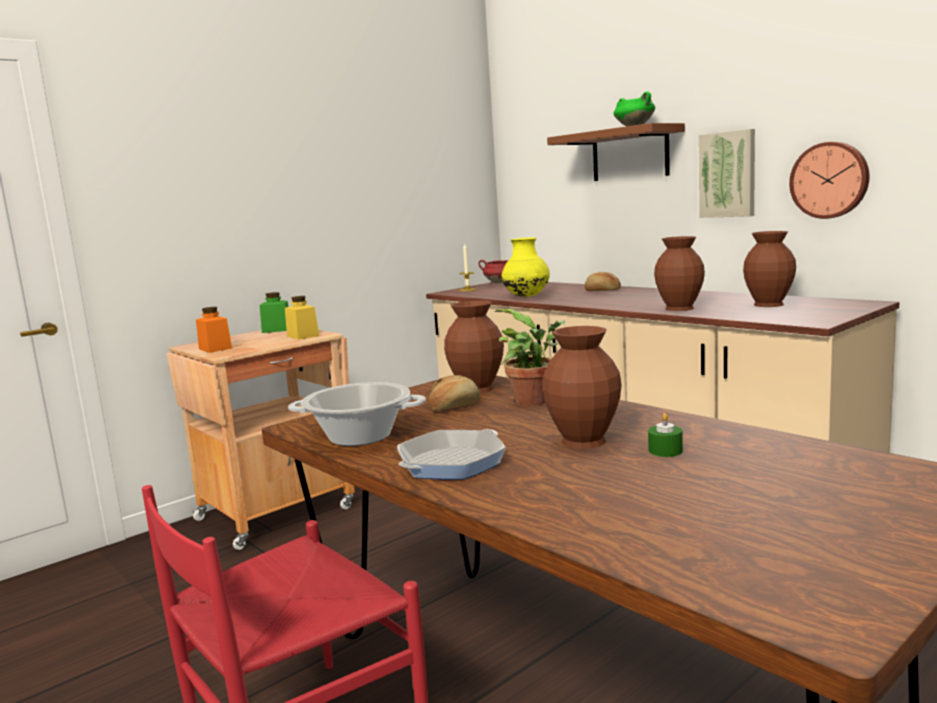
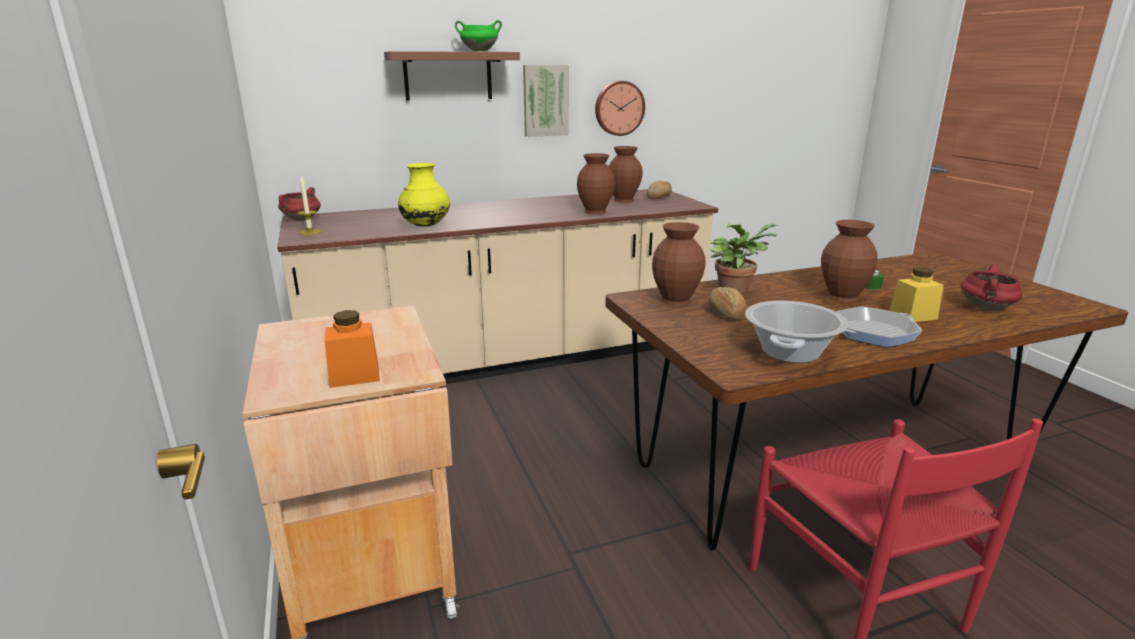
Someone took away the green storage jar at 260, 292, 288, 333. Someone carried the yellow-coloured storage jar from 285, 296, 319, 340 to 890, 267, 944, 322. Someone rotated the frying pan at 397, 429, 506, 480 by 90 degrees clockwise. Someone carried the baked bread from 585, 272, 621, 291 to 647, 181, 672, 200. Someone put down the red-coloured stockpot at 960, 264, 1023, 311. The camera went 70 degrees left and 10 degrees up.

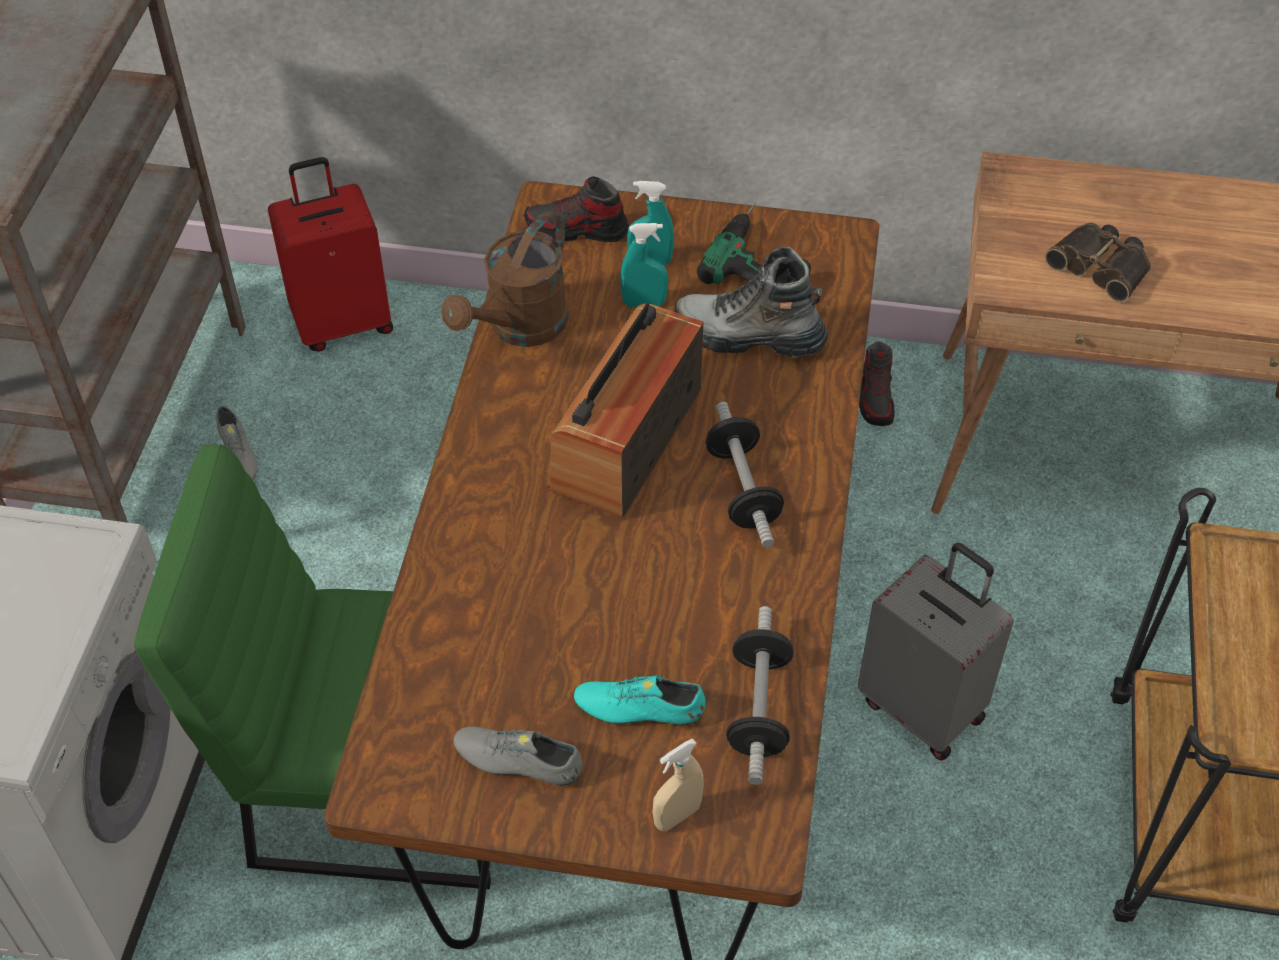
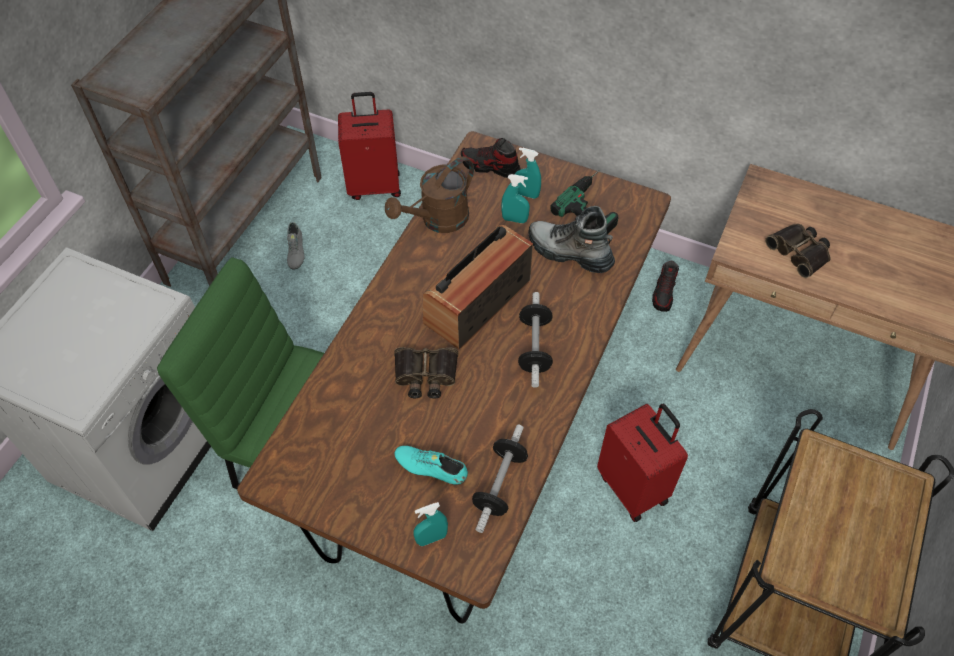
Someone took away the gray low shoe at 453, 726, 583, 786. Someone repainted the beige spray bottle at 653, 738, 704, 831, which became the blue-green spray bottle at 414, 502, 448, 546. Someone repainted the gray piece of luggage at 858, 542, 1014, 761, which became the red-coloured piece of luggage at 597, 404, 688, 522. Someone put down the binoculars at 394, 347, 458, 399. The camera went 15 degrees right and 5 degrees up.

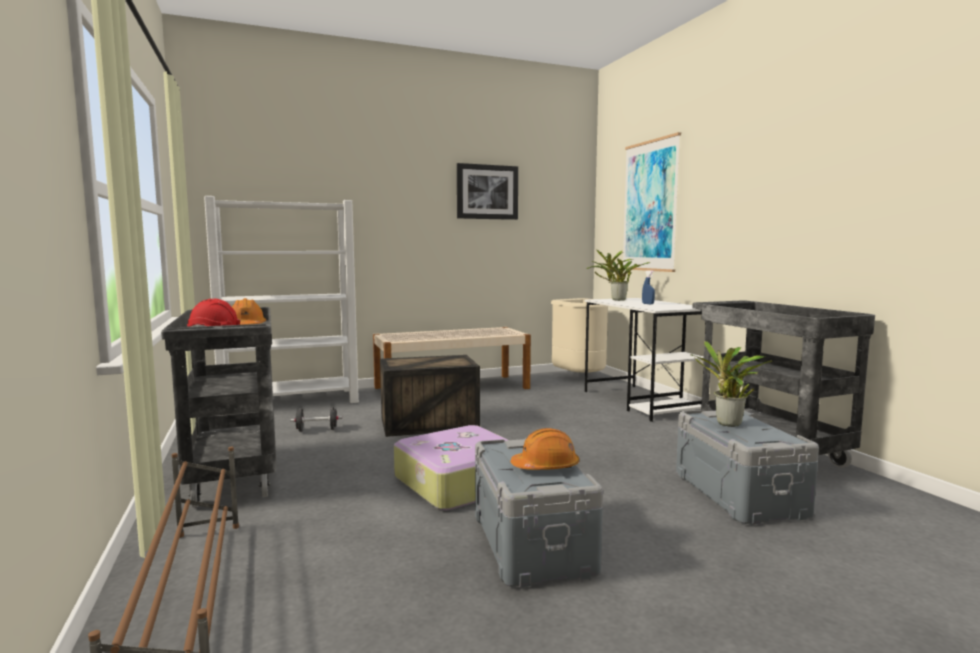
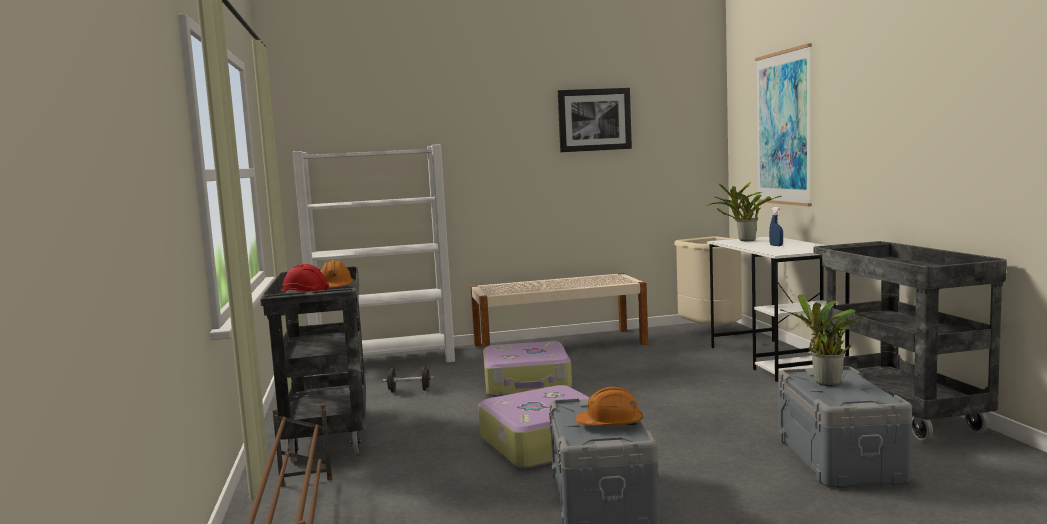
Someone swapped the crate at 380, 355, 480, 437 for the piece of luggage at 483, 341, 572, 397. The camera went 10 degrees right and 0 degrees up.

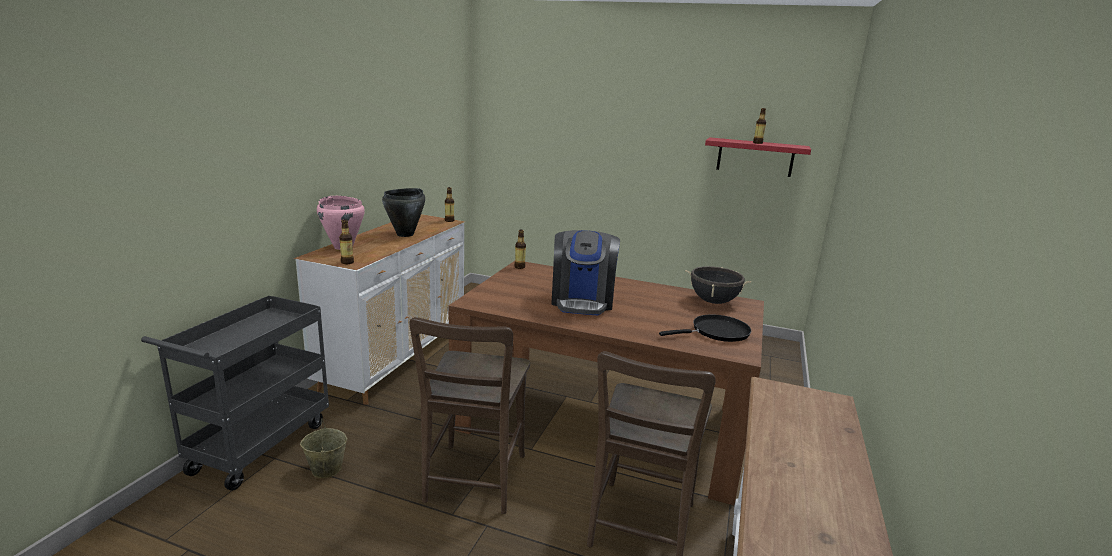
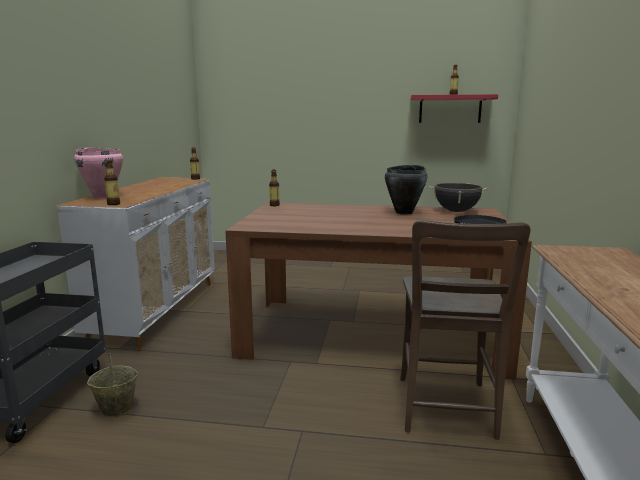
Someone carried the black-coloured stockpot from 382, 188, 425, 237 to 385, 165, 427, 215. Someone took away the brownish upright chair at 409, 317, 530, 514. Someone took away the coffee brewer at 551, 230, 620, 315. The camera went 10 degrees left and 5 degrees down.

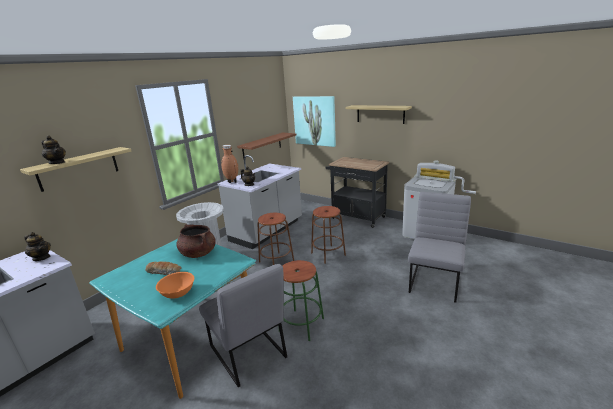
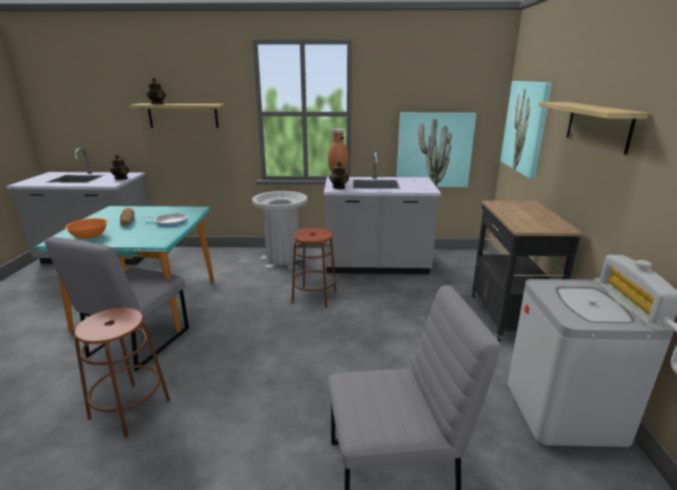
Someone swapped the brownish stockpot at 176, 224, 216, 258 for the frying pan at 141, 213, 187, 227. Someone swapped the brownish bracket shelf at 237, 132, 296, 159 for the wall picture at 397, 113, 477, 187. Someone took away the green stool at 279, 260, 324, 341. Someone carried the brownish stool from 311, 206, 346, 264 to 75, 308, 170, 438. The camera went 55 degrees right and 0 degrees up.

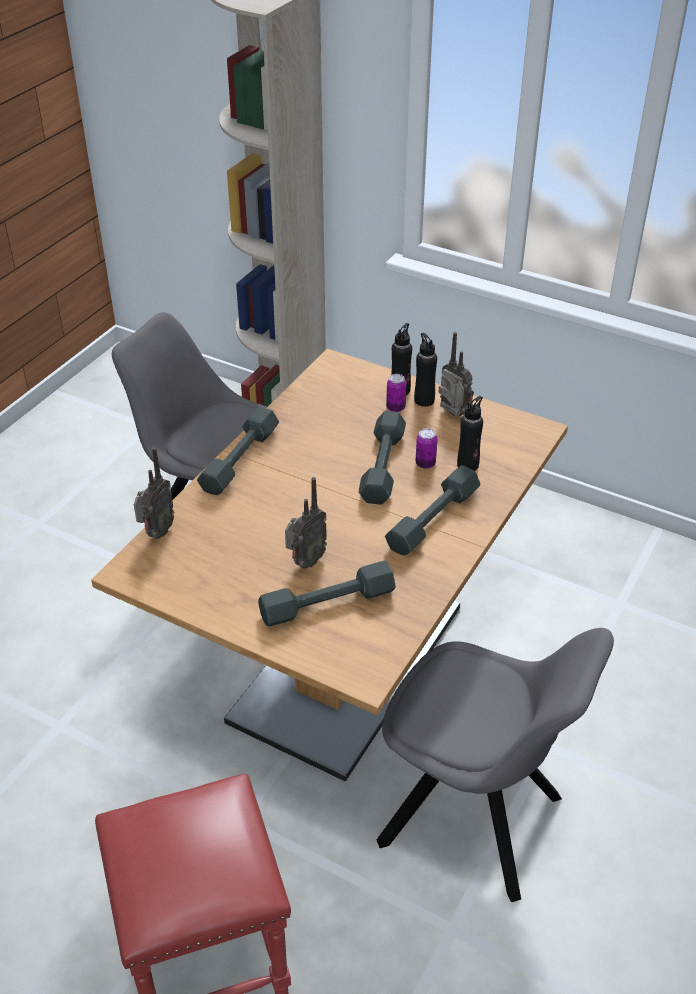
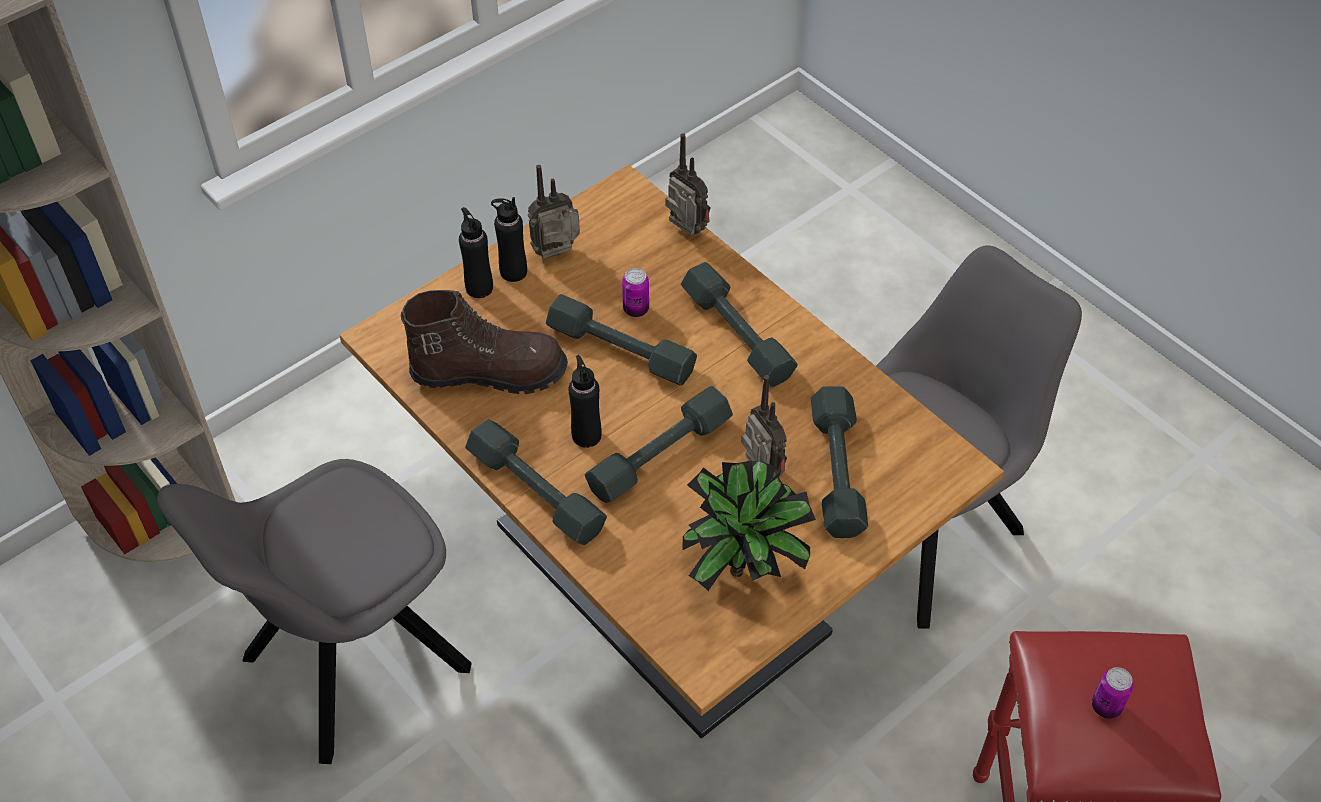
Someone carried the radio from 134, 447, 174, 539 to 665, 133, 711, 236. Someone carried the sealed can from 386, 374, 407, 412 to 1092, 667, 1133, 719. Someone carried the black-coloured bottle from 457, 396, 483, 471 to 568, 355, 602, 448. Someone put down the brownish boot at 401, 290, 568, 394. Someone put down the gray hand weight at 585, 386, 733, 503. Someone put down the potted plant at 683, 461, 816, 591. The camera went 70 degrees left and 10 degrees up.

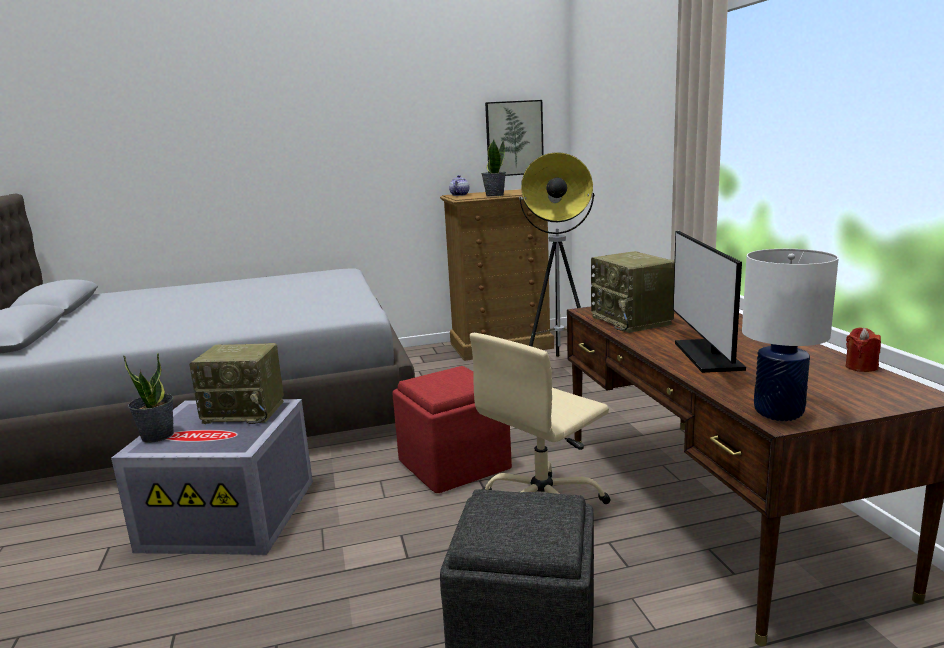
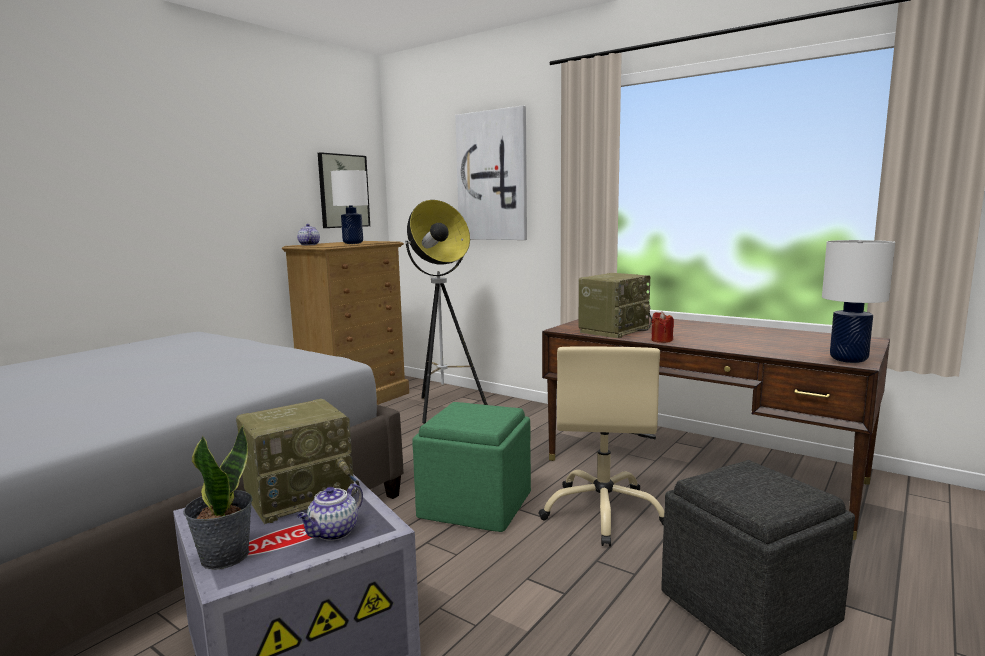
Someone repainted the red-coloured pouffe at 393, 366, 512, 493, which became the green pouffe at 412, 402, 531, 532. Someone swapped the potted plant at 481, 140, 506, 197 for the white table lamp at 331, 170, 368, 244. Someone rotated the radio at 591, 251, 675, 333 by 75 degrees counterclockwise. Someone took away the computer display at 673, 231, 746, 373. Someone carried the red-coloured wax light from 846, 327, 881, 372 to 652, 311, 674, 343. Someone put down the teapot at 297, 484, 363, 541. Someone put up the wall picture at 455, 105, 527, 240. The camera went 40 degrees left and 5 degrees down.

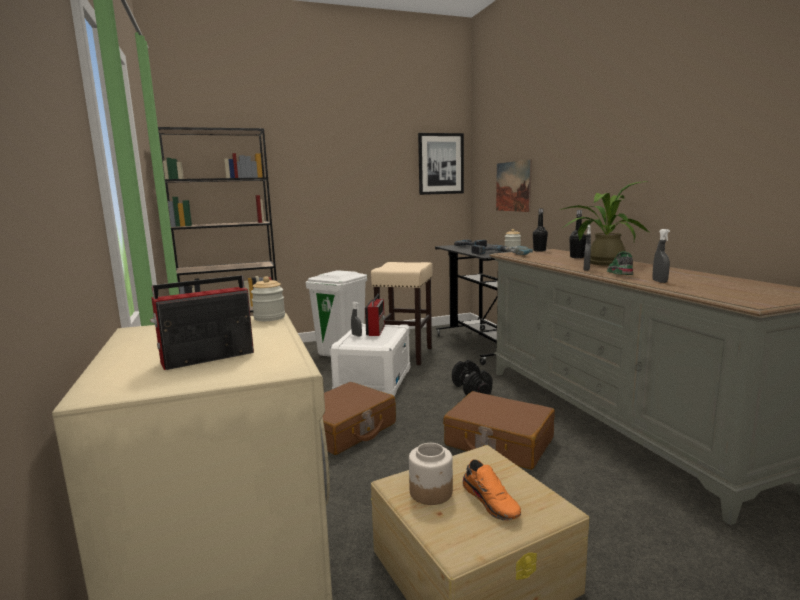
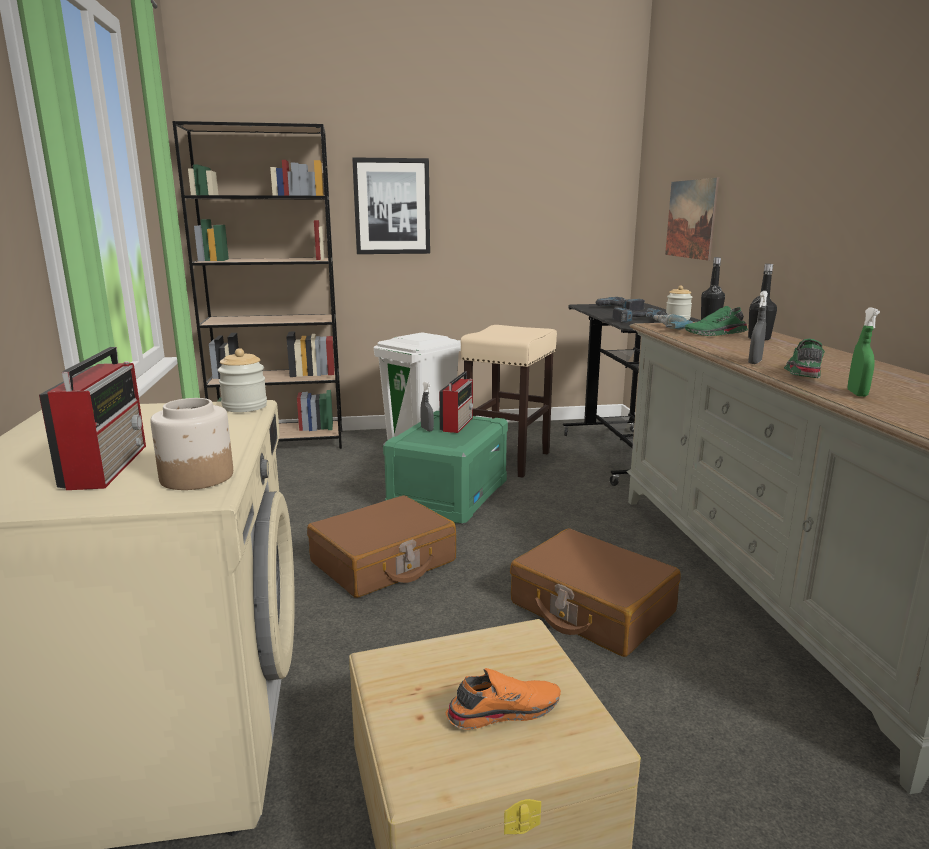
Someone rotated the radio at 150, 275, 254, 370 by 105 degrees clockwise. Someone repainted the white storage box at 330, 323, 410, 396, which became the green storage box at 383, 411, 508, 525. Someone carried the storage jar from 409, 443, 453, 505 to 150, 398, 233, 490. Someone carried the wall picture from 418, 133, 464, 195 to 352, 157, 430, 254. Someone took away the black-coloured hand weight at 452, 360, 492, 395. Someone rotated the orange-coloured low shoe at 462, 459, 521, 521 by 90 degrees counterclockwise. Someone took away the potted plant at 560, 181, 651, 266. Someone repainted the gray spray bottle at 653, 229, 670, 283, which became the green spray bottle at 848, 307, 880, 397. Someone put down the green low shoe at 685, 306, 748, 336. The camera went 10 degrees right and 5 degrees up.

